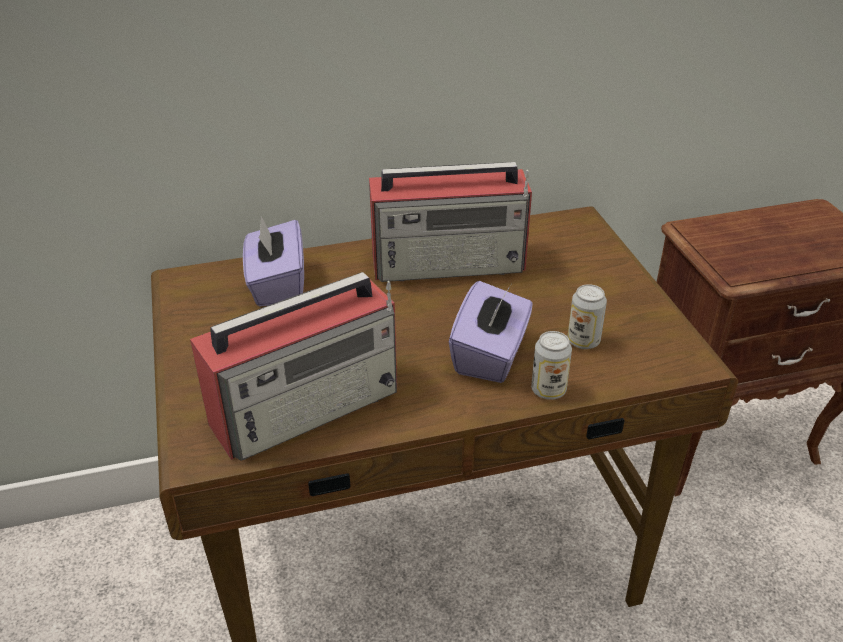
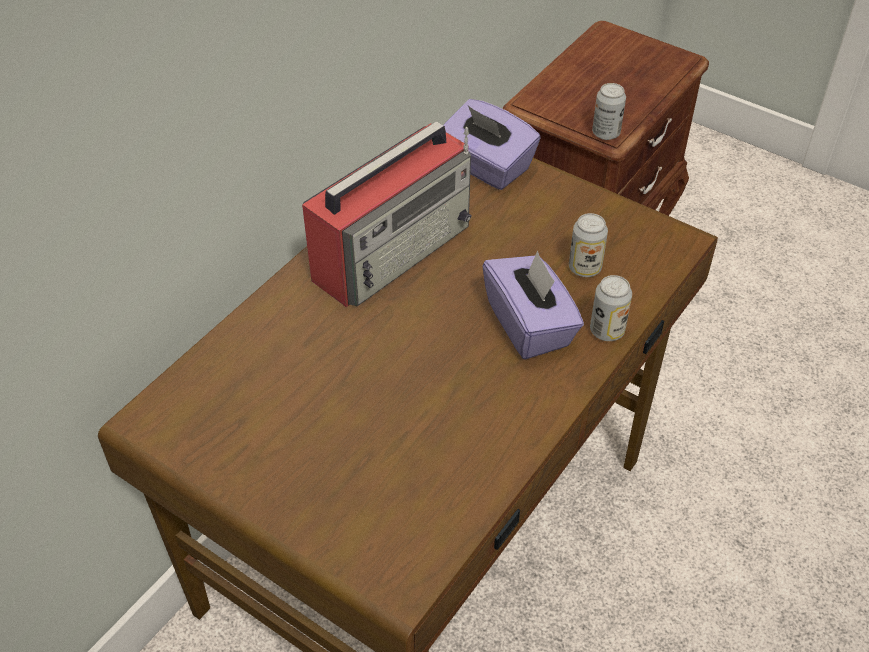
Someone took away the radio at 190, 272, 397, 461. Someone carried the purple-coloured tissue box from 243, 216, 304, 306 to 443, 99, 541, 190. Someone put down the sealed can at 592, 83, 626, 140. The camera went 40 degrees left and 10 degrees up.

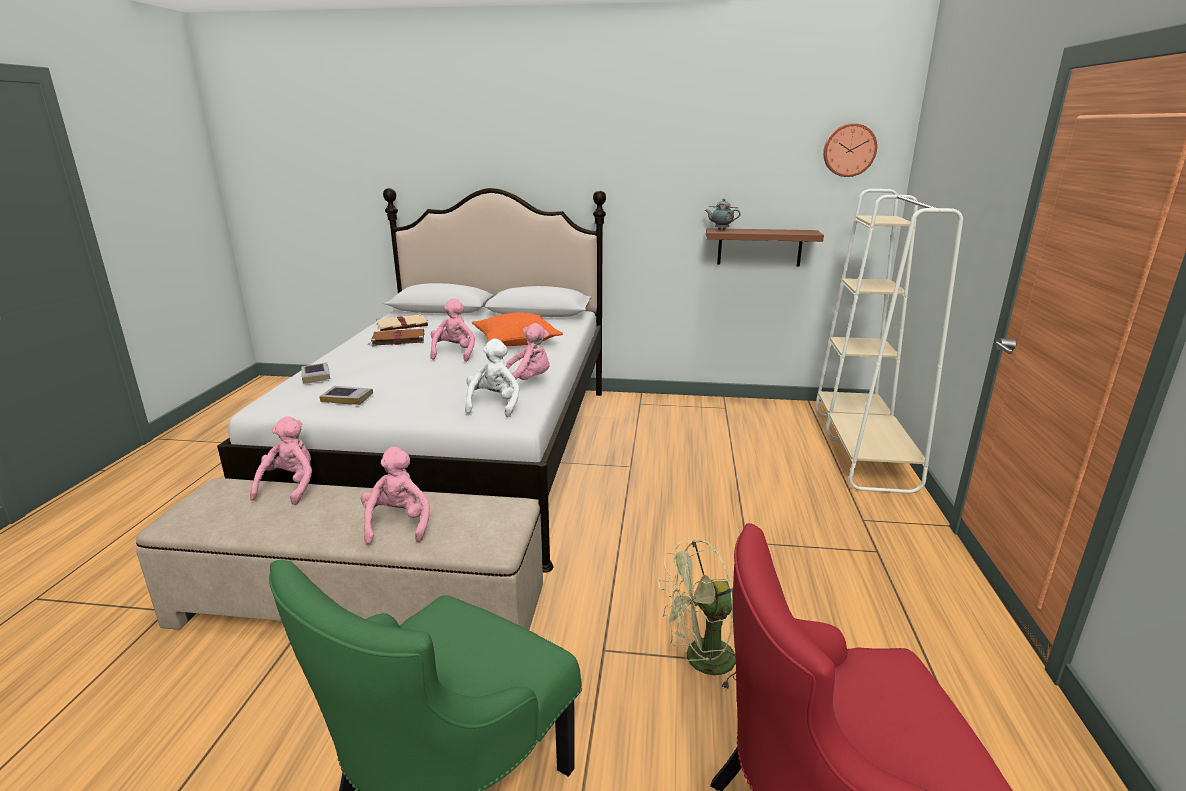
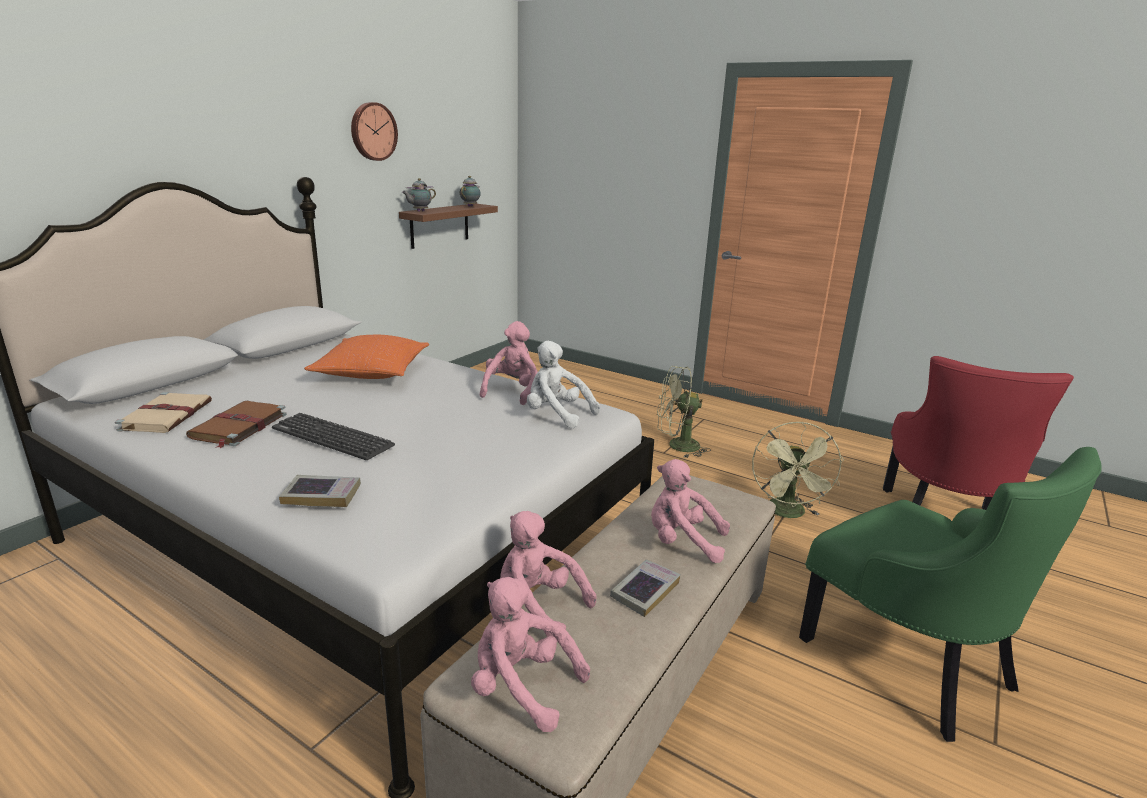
Someone carried the volume from 319, 386, 373, 405 to 610, 560, 681, 617. Someone carried the pink-coloured soft toy from 430, 298, 475, 362 to 471, 577, 590, 732. Someone took away the beige garment rack at 815, 189, 963, 493. Someone carried the clock on the wall from 823, 123, 877, 177 to 351, 102, 398, 161. Someone put down the PC keyboard at 272, 413, 395, 460. Someone put down the teapot at 459, 176, 481, 207. Someone put down the green cooling fan at 657, 366, 711, 458. The camera went 65 degrees left and 0 degrees up.

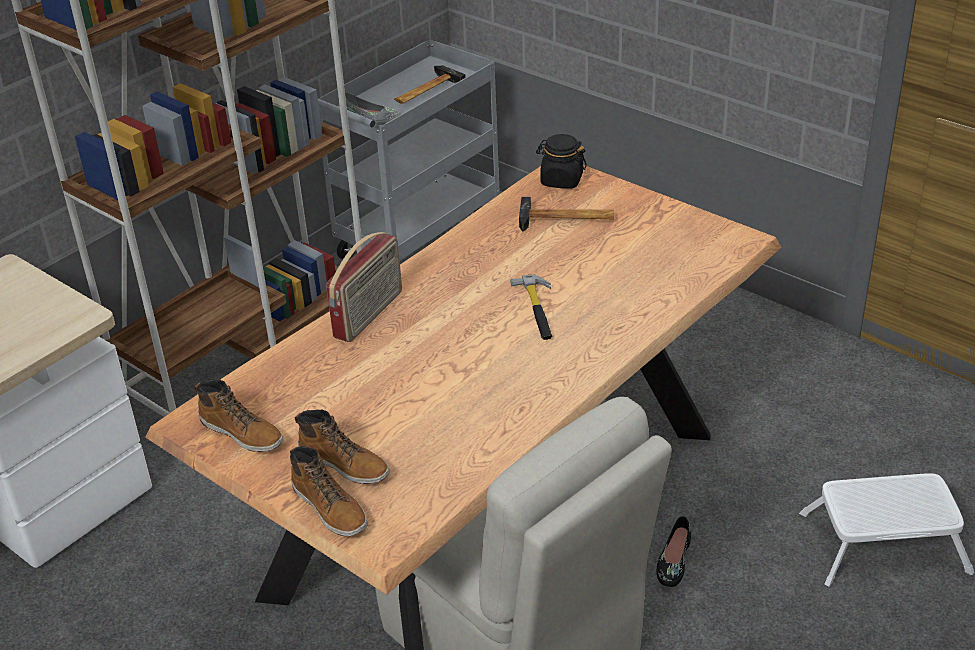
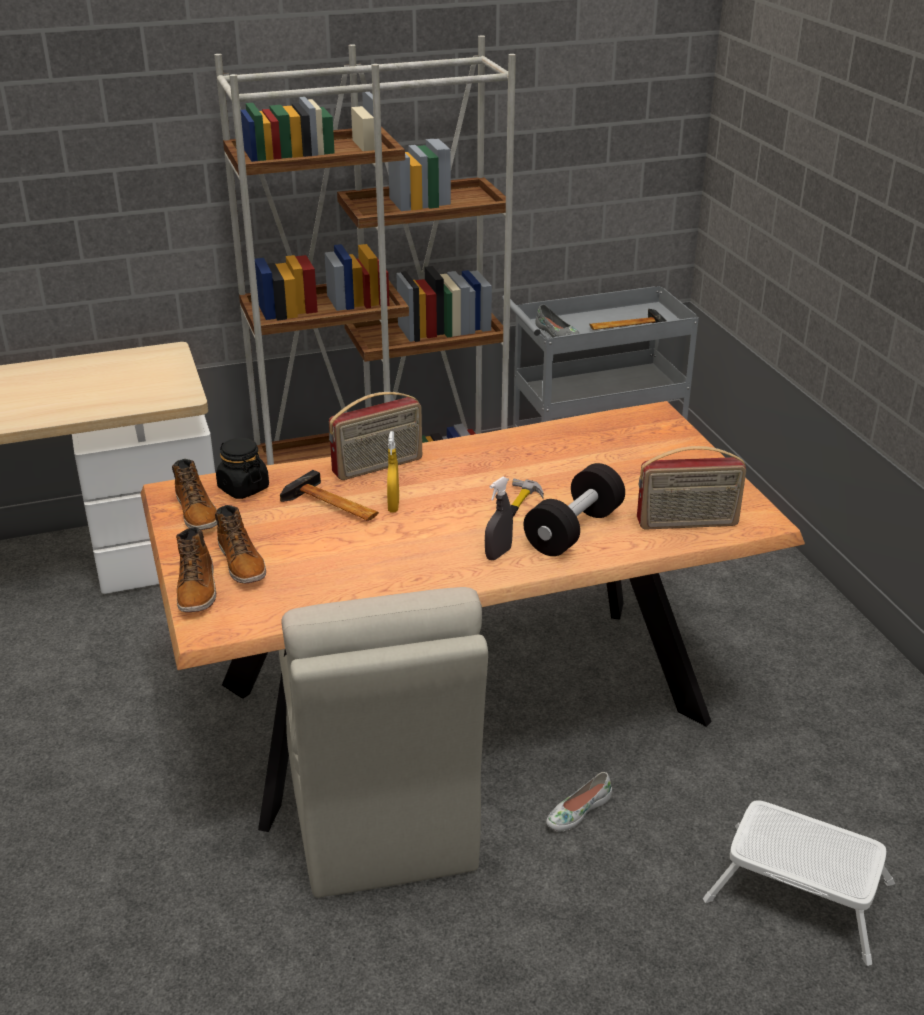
Someone carried the tool hammer from 519, 197, 614, 232 to 280, 470, 379, 521. Someone carried the black-coloured storage jar from 536, 134, 587, 189 to 216, 438, 269, 499. Someone repainted the black-coloured low shoe at 657, 516, 691, 587, which became the white low shoe at 546, 772, 612, 832. Someone put down the yellow-coloured spray bottle at 387, 431, 399, 512. Someone put down the gray spray bottle at 485, 477, 513, 560. Someone put down the black-coloured hand weight at 524, 463, 625, 556. Someone put down the radio at 637, 446, 746, 530. The camera went 30 degrees right and 5 degrees down.

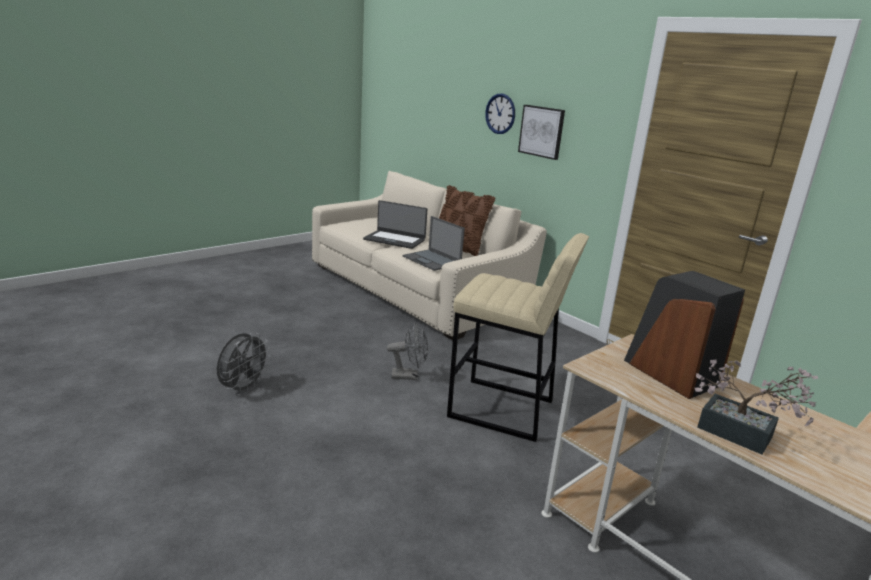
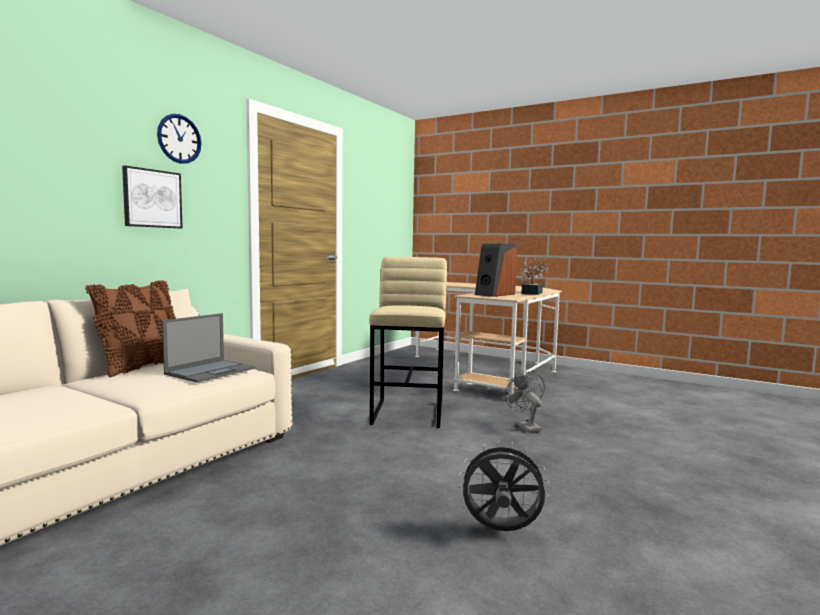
Someone took away the laptop at 363, 200, 427, 249. Someone carried the gray cooling fan from 387, 323, 428, 380 to 505, 372, 545, 433. Someone carried the clock on the wall from 485, 94, 515, 134 to 157, 114, 202, 164. The camera went 105 degrees left and 15 degrees down.

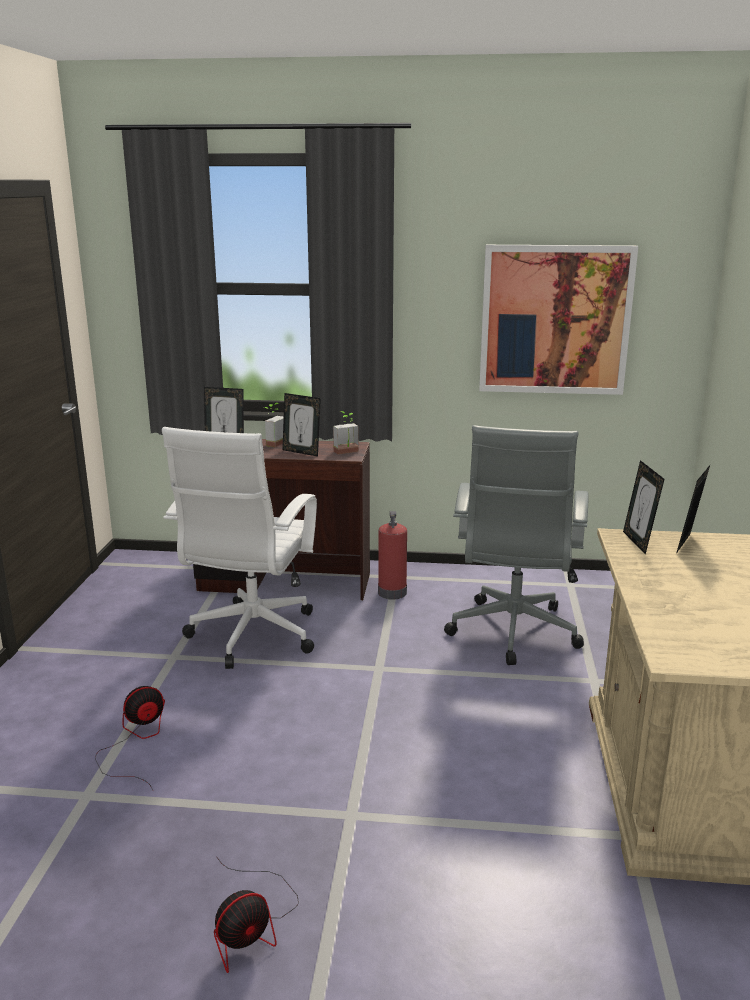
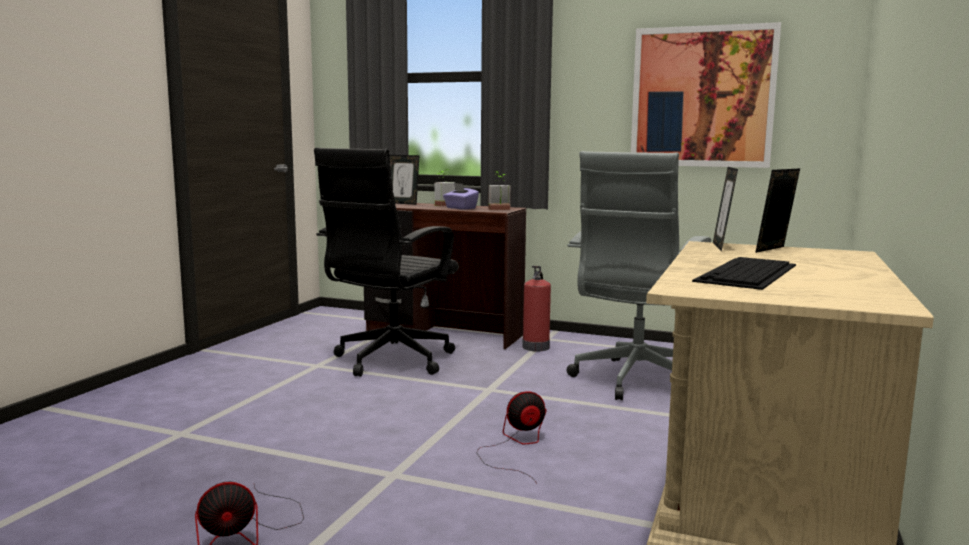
Someone carried the cooling fan from 95, 686, 165, 790 to 477, 391, 547, 483. Someone repainted the white office chair at 162, 427, 317, 669, which became the black-coloured office chair at 314, 148, 459, 377. Someone swapped the picture frame at 282, 393, 321, 457 for the purple-coloured tissue box at 443, 183, 479, 210. Someone put down the PC keyboard at 692, 257, 796, 290. The camera went 15 degrees right and 10 degrees down.

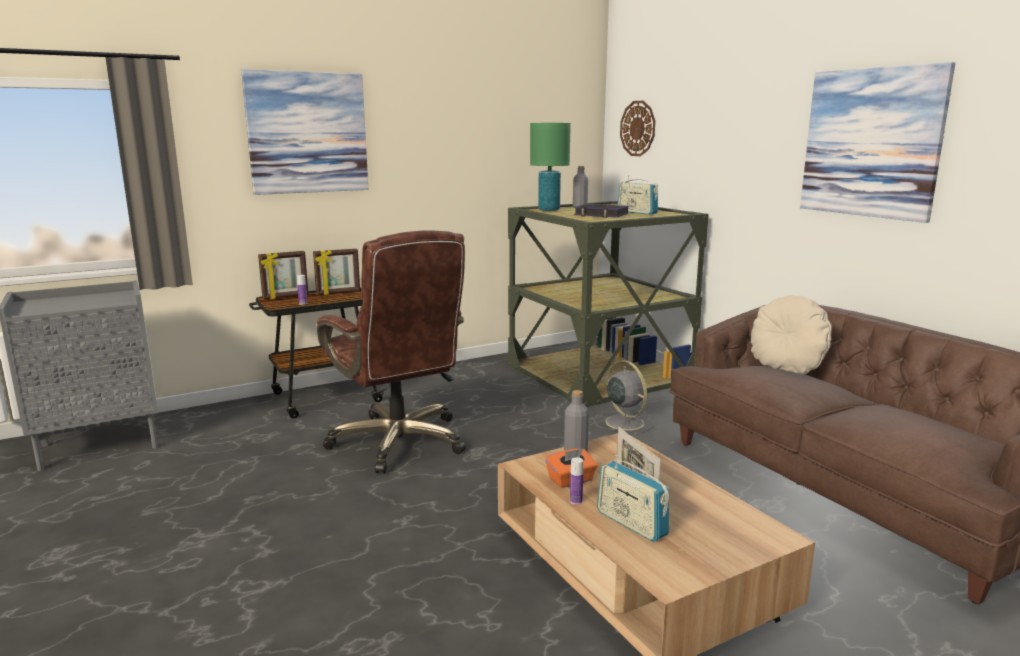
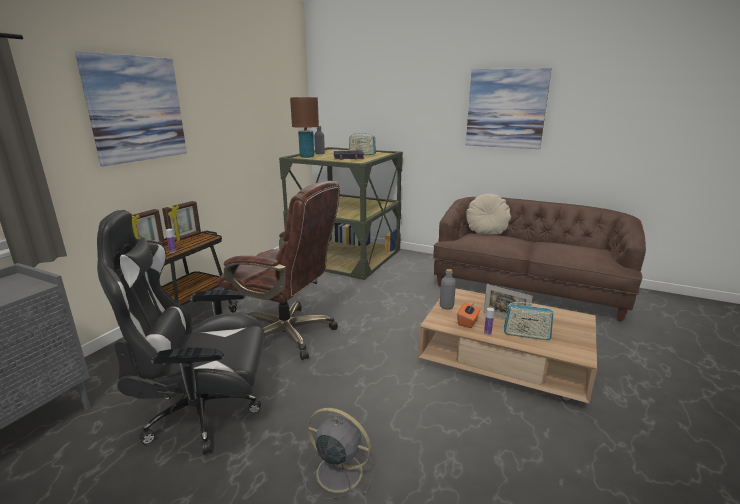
Someone repainted the green table lamp at 530, 123, 571, 211, which became the brownish table lamp at 290, 97, 319, 158. Someone carried the gray cooling fan from 594, 360, 653, 435 to 303, 408, 373, 500. Someone took away the clock on the wall at 620, 101, 655, 156. Someone put down the black-coloured office chair at 97, 210, 265, 455. The camera went 35 degrees left and 5 degrees up.

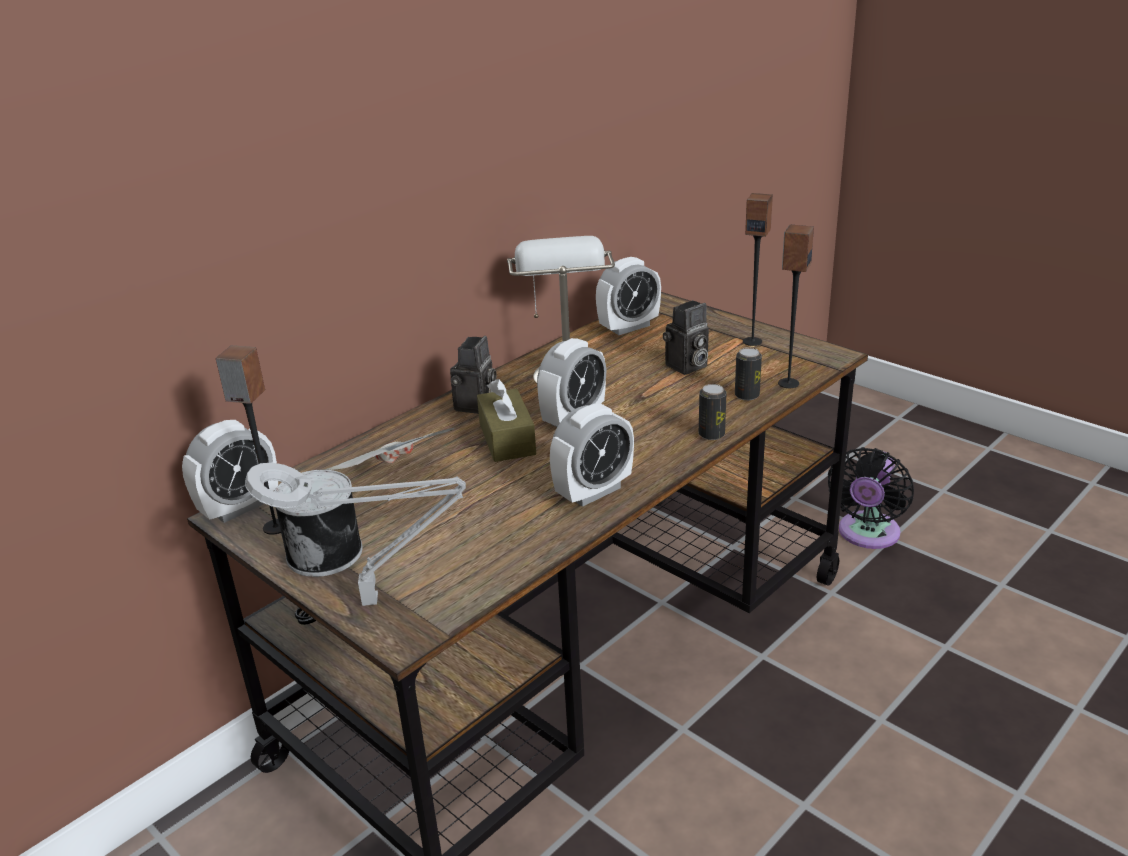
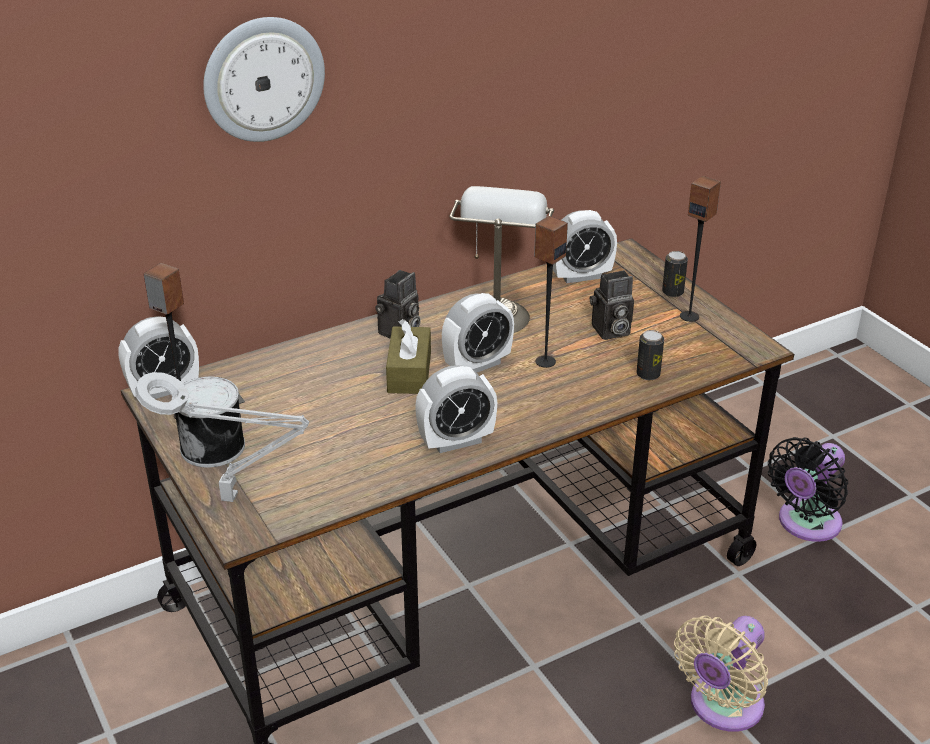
Someone took away the daily paper at 324, 428, 455, 470. Someone carried the sealed can from 699, 384, 727, 440 to 662, 251, 688, 297. Someone carried the loudspeaker from 778, 225, 814, 388 to 534, 216, 568, 368. Someone put up the clock on the wall at 203, 17, 325, 142. Someone put down the beige cooling fan at 674, 616, 768, 732. The camera went 15 degrees right and 5 degrees up.

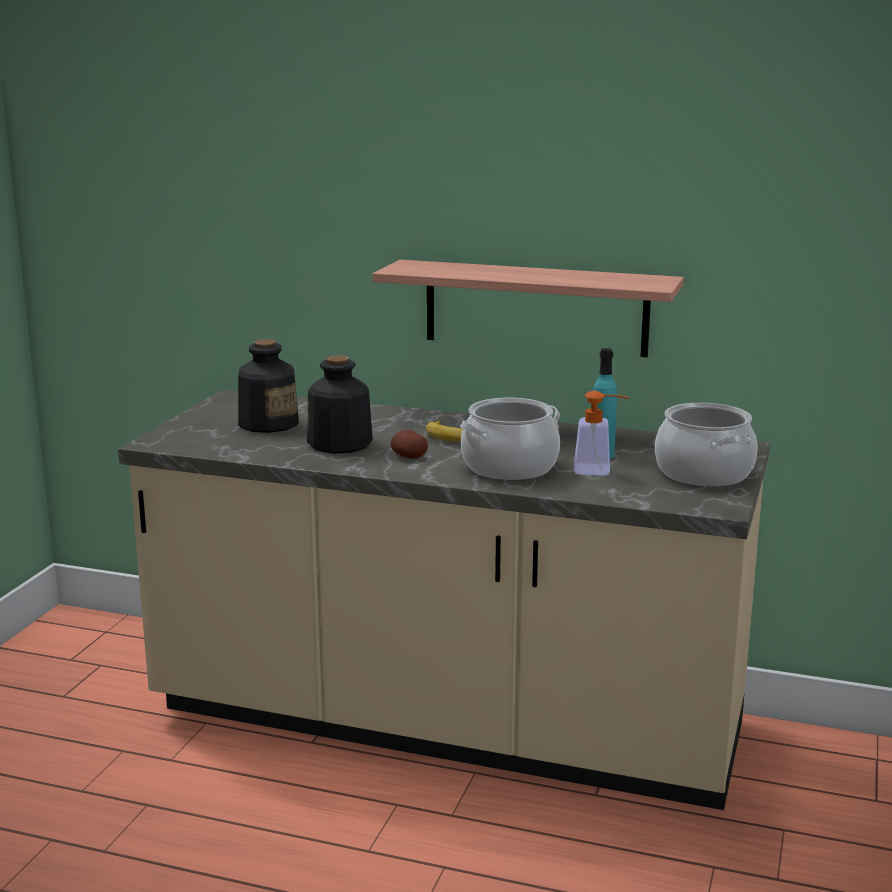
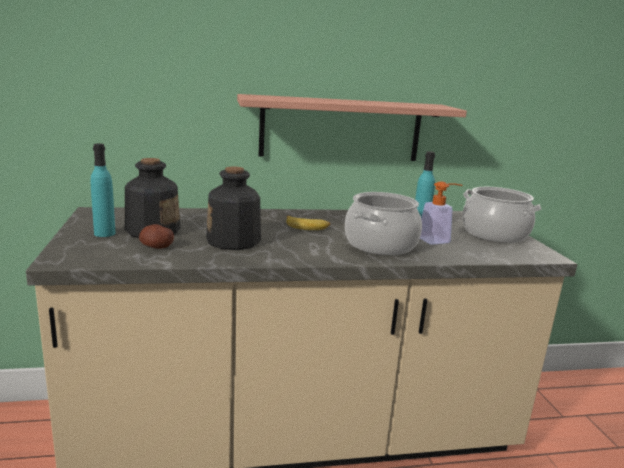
Someone carried the spud from 391, 430, 428, 459 to 139, 224, 174, 249. Someone put down the blue-green bottle at 90, 144, 115, 237. The camera went 30 degrees left and 0 degrees up.

